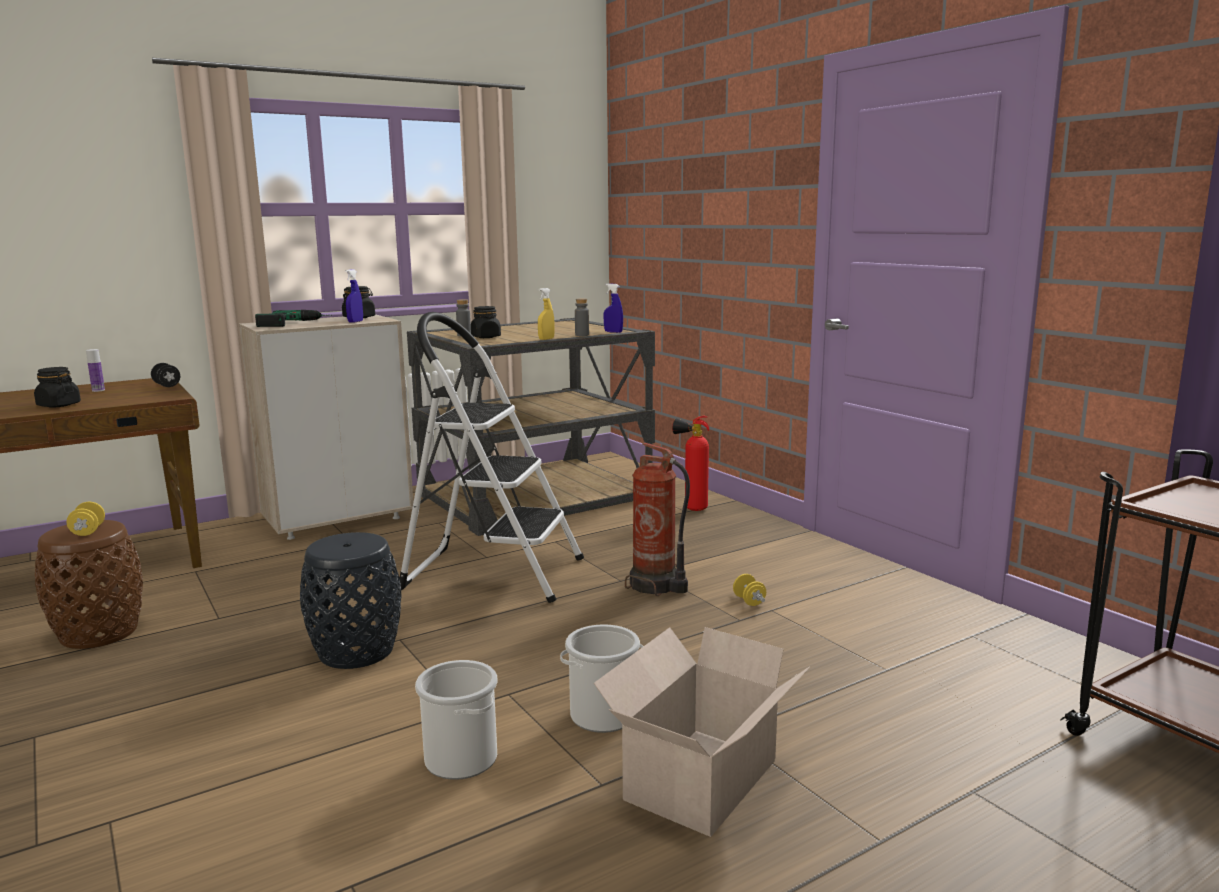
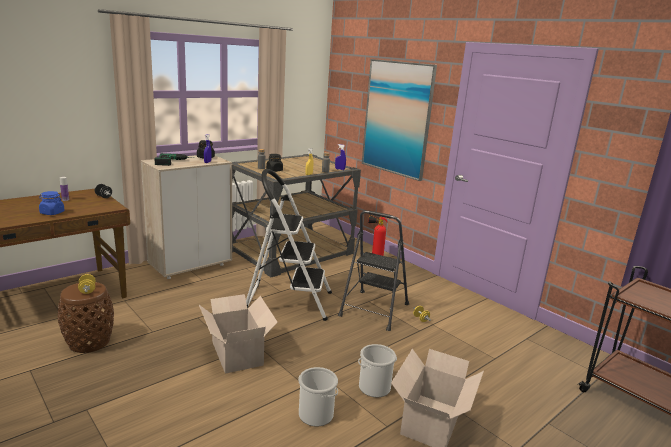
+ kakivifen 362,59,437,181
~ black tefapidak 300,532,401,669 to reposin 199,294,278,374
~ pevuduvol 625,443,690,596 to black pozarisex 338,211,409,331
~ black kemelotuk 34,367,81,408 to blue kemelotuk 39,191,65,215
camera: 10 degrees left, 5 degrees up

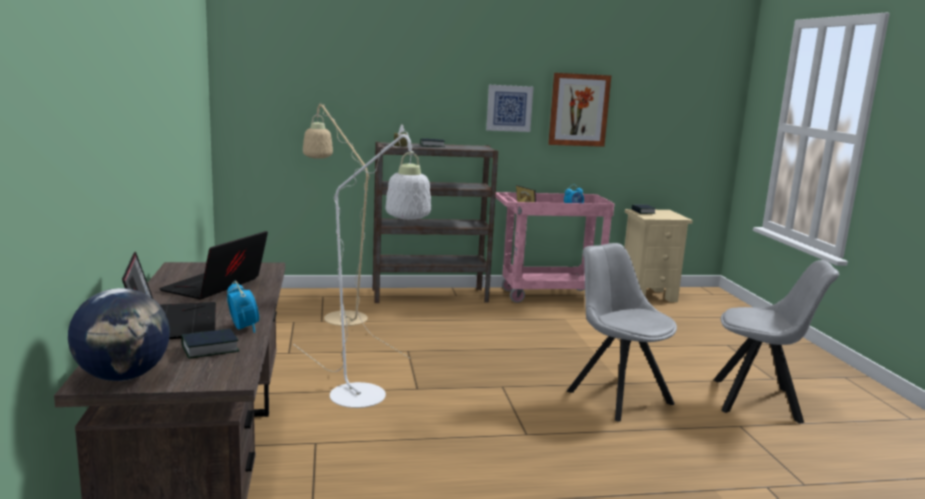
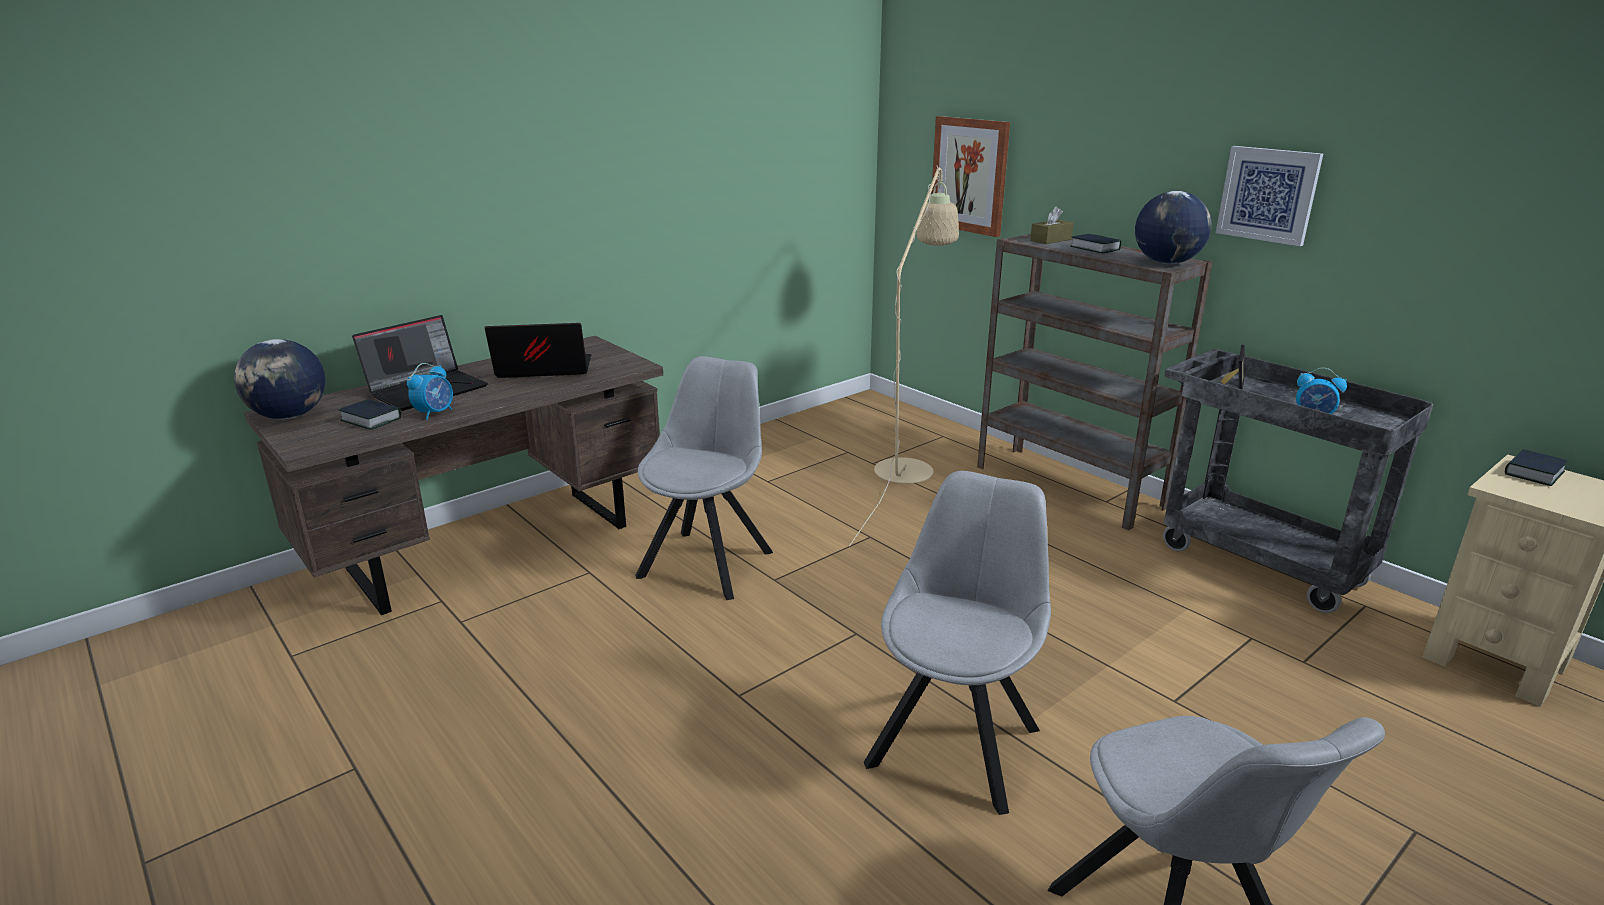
+ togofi 1135,191,1212,264
~ kakivifen 548,73,611,147 to 932,116,1010,237
~ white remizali 293,131,431,408 to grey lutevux 635,356,773,600
~ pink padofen 495,192,614,303 to grey padofen 1163,349,1433,613
camera: 60 degrees right, 10 degrees up

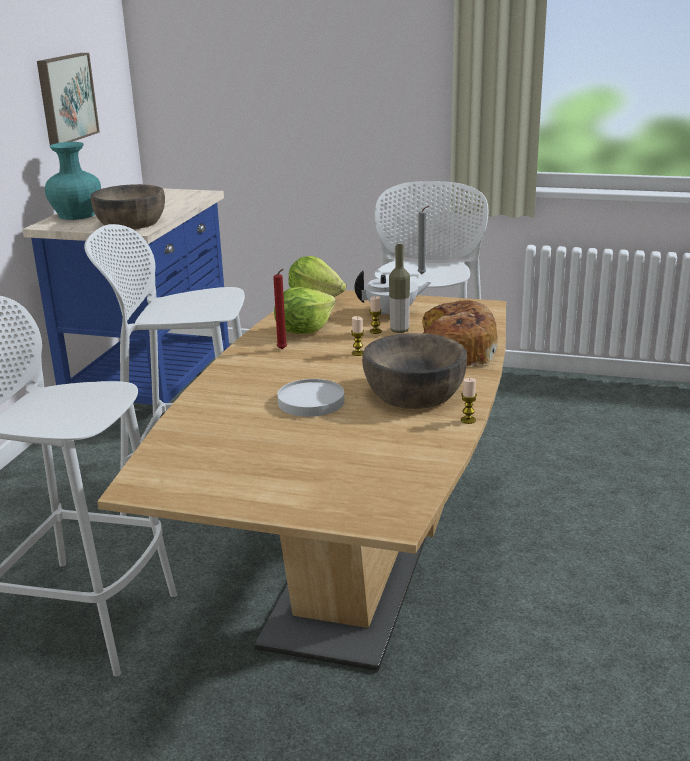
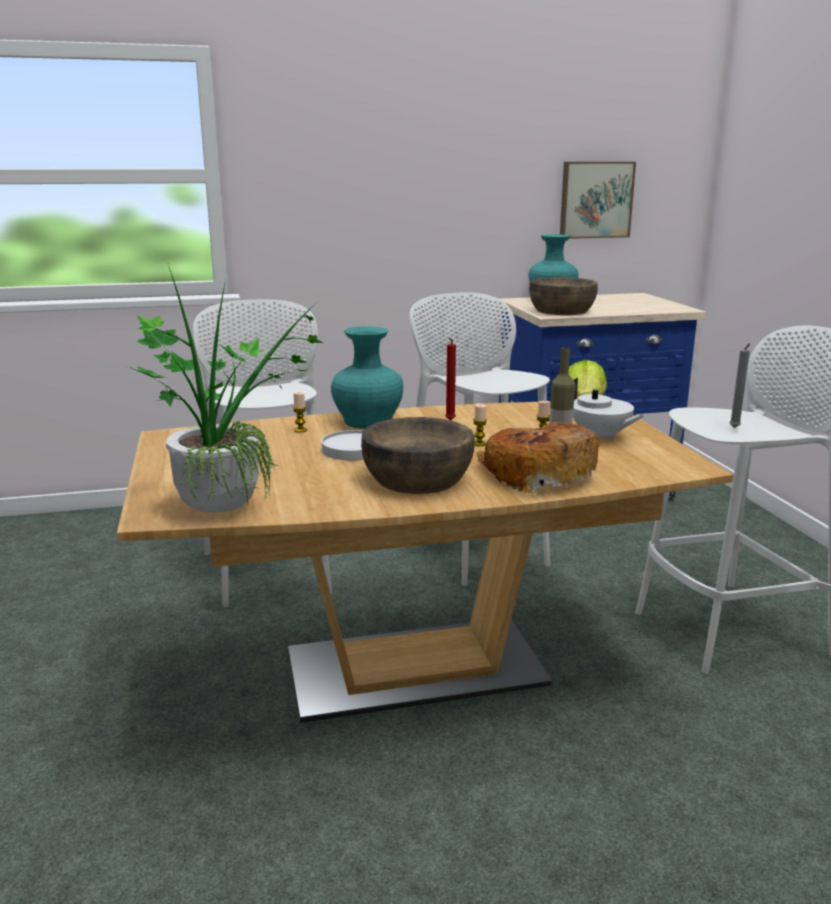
- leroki 274,287,336,334
+ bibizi 129,264,323,513
+ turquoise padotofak 331,326,403,429
~ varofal 461,378,477,424 to 293,392,307,433
camera: 60 degrees right, 5 degrees down

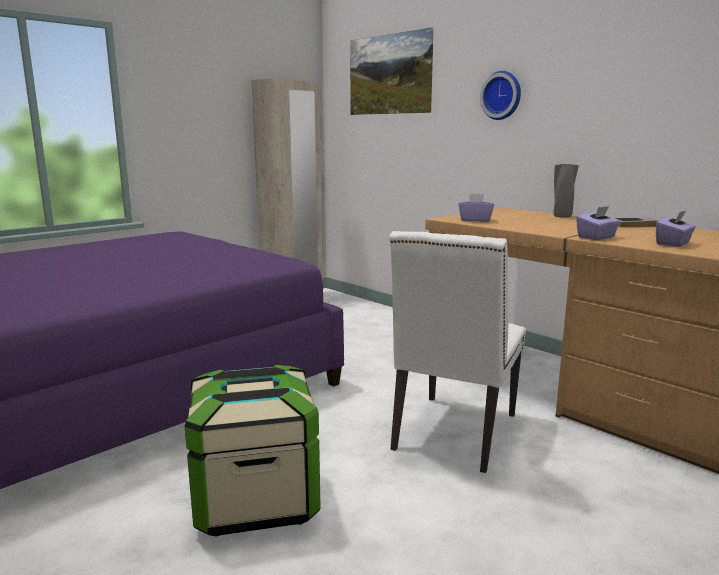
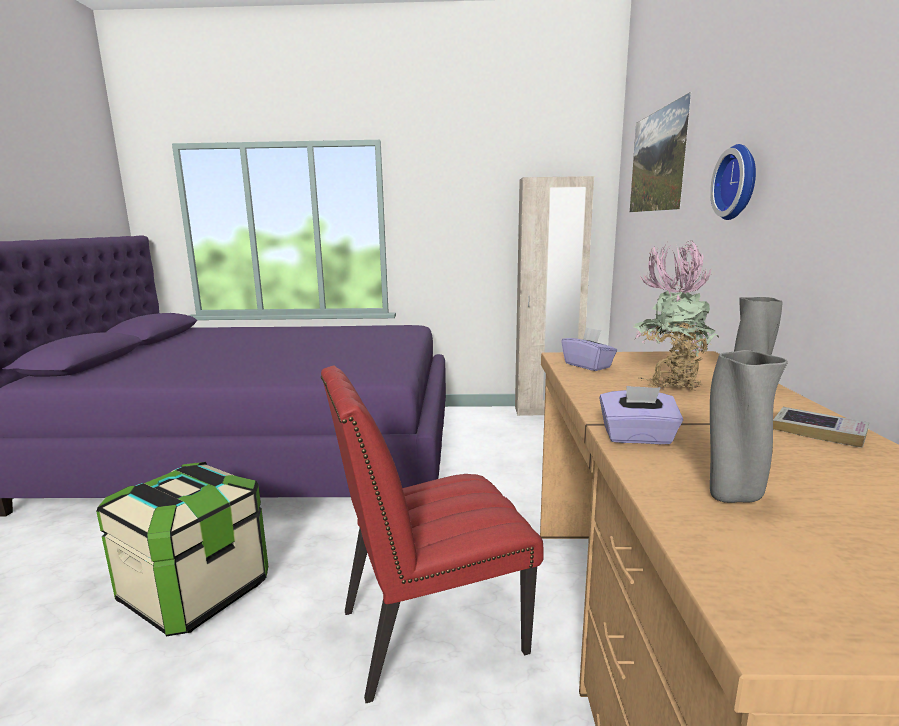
+ bibizi 633,240,719,390
~ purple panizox 656,211,696,247 to grey padotofak 710,350,788,503
~ white lutevux 389,231,526,473 to red lutevux 321,366,544,703
camera: 45 degrees right, 0 degrees up

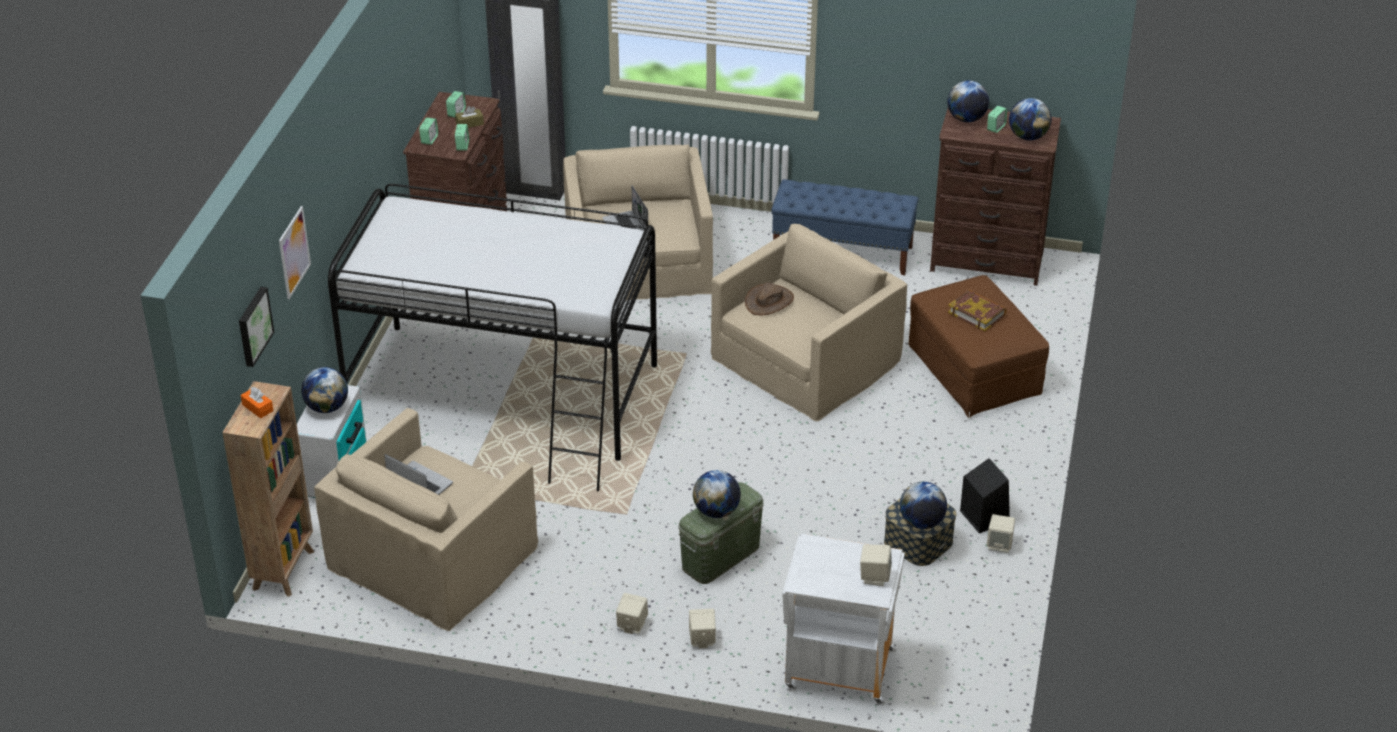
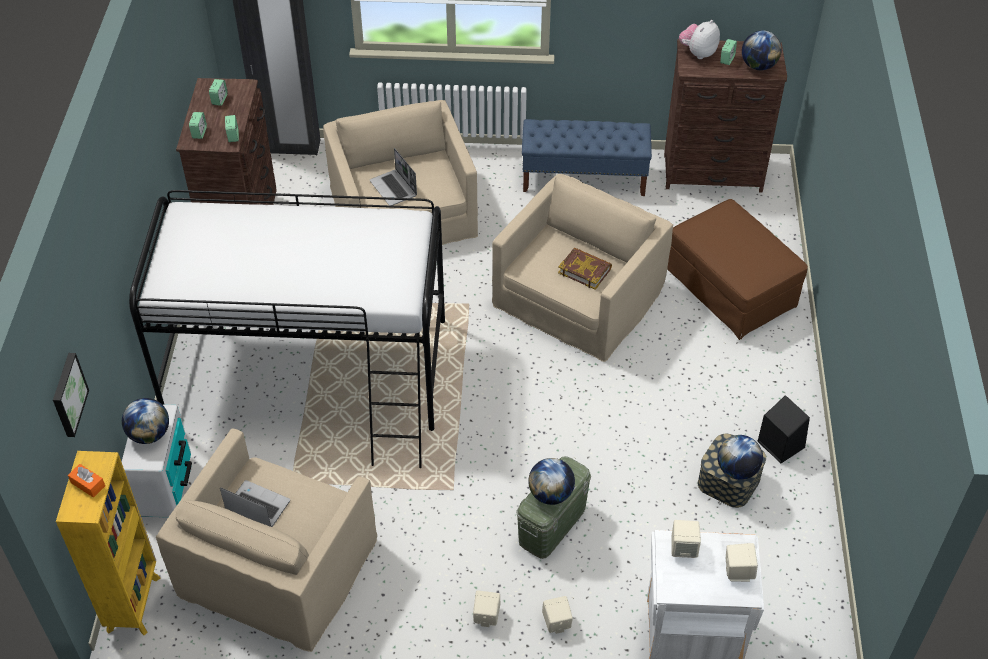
- kakivifen 279,206,311,299
- brown panizox 455,106,484,128
- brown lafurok 745,283,794,315
~ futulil 948,290,1007,331 to 558,247,612,290
~ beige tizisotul 987,514,1015,553 to 671,520,701,558
~ togofi 947,80,989,122 to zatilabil 679,20,720,59
~ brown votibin 222,381,314,597 to yellow votibin 56,451,161,635
camera: 10 degrees left, 10 degrees up

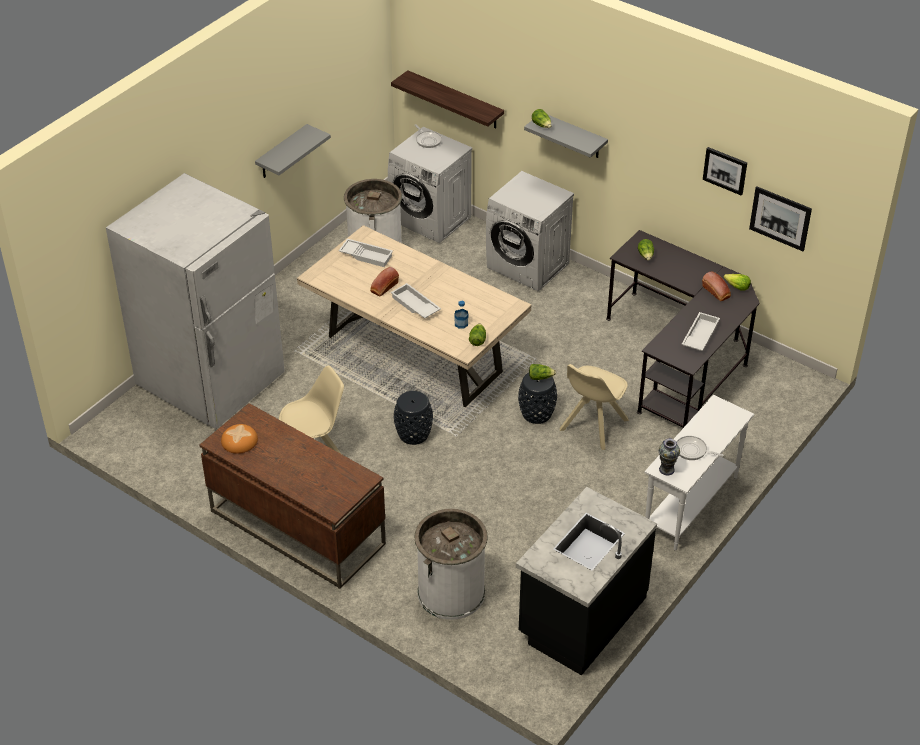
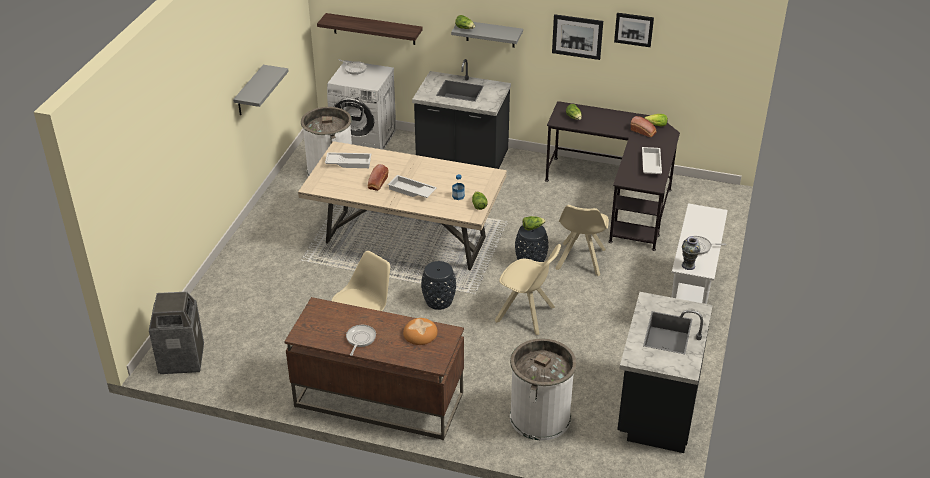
- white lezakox 106,173,285,429
+ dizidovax 149,291,204,374
+ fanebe 346,325,376,356
+ beige lutevux 494,244,561,335
~ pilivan 221,424,258,454 to 403,318,438,345
~ kakivifen 749,186,812,251 to 552,14,603,60
~ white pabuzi 486,171,574,291 to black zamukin 412,59,511,169
camera: 20 degrees left, 5 degrees down

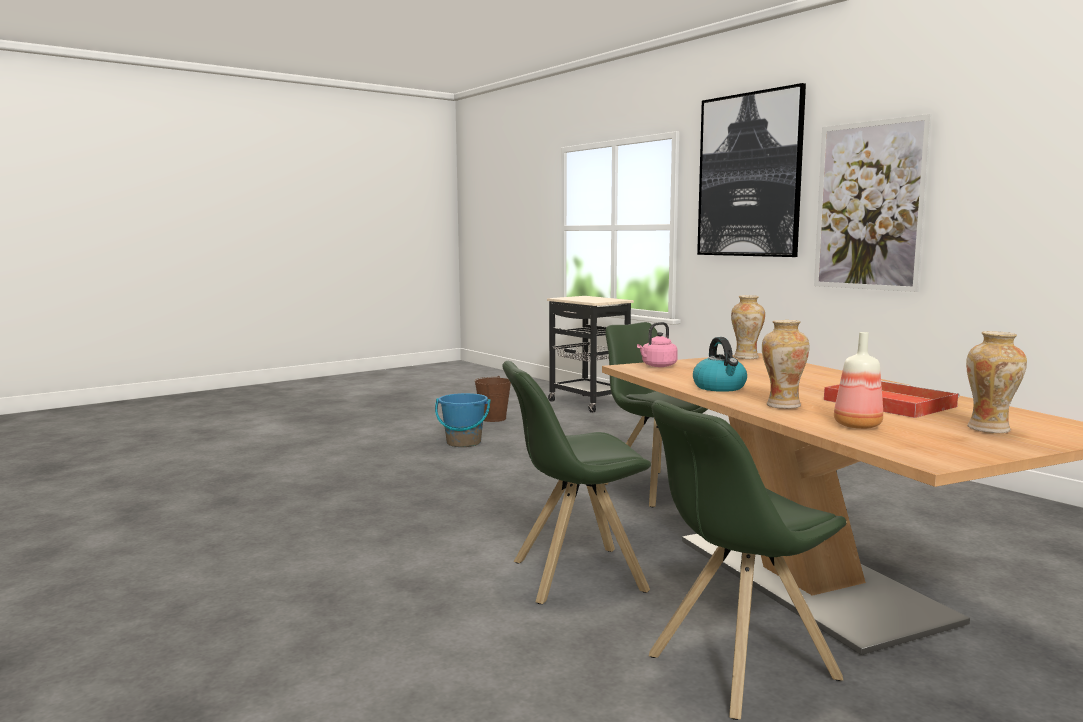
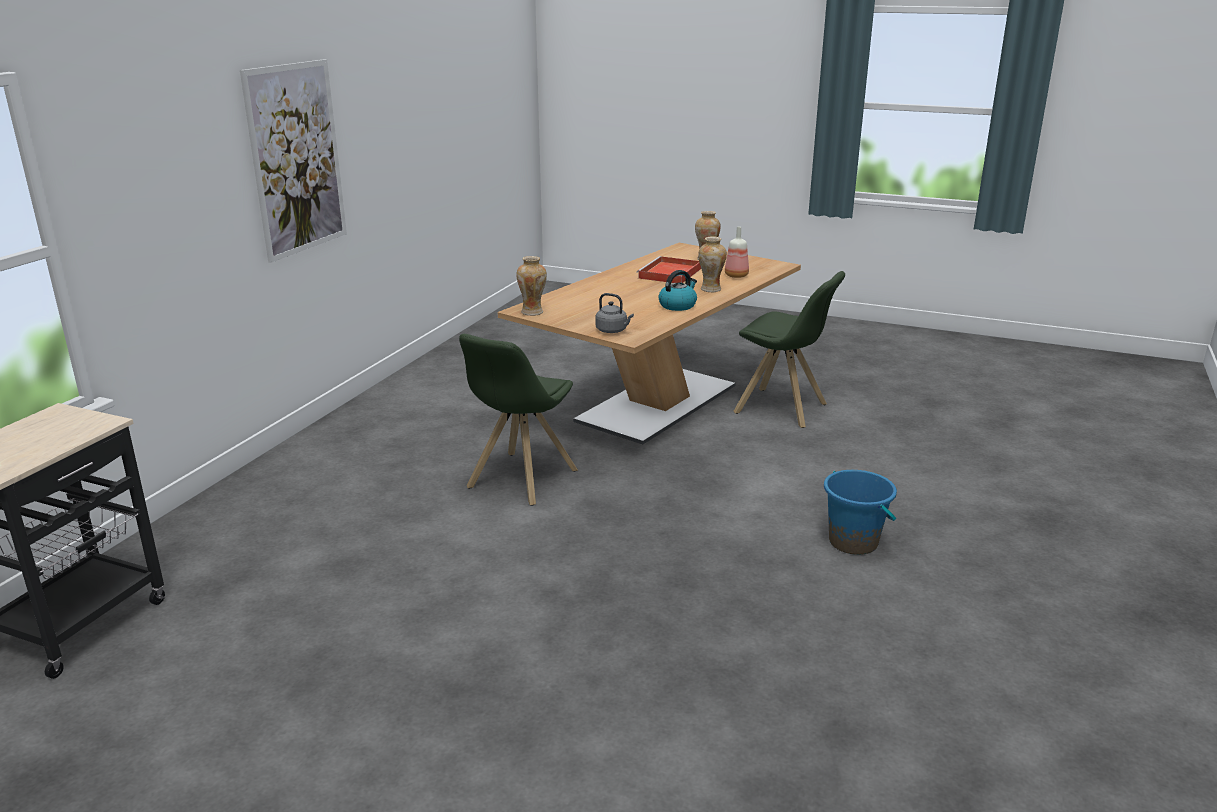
- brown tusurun 474,376,511,422
- green lutevux 502,361,651,604
- kakivifen 697,83,806,257
~ blue tusurun 435,393,491,447 to 824,470,897,555
~ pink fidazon 637,322,678,367 to grey fidazon 595,293,634,333
camera: 120 degrees left, 15 degrees up

